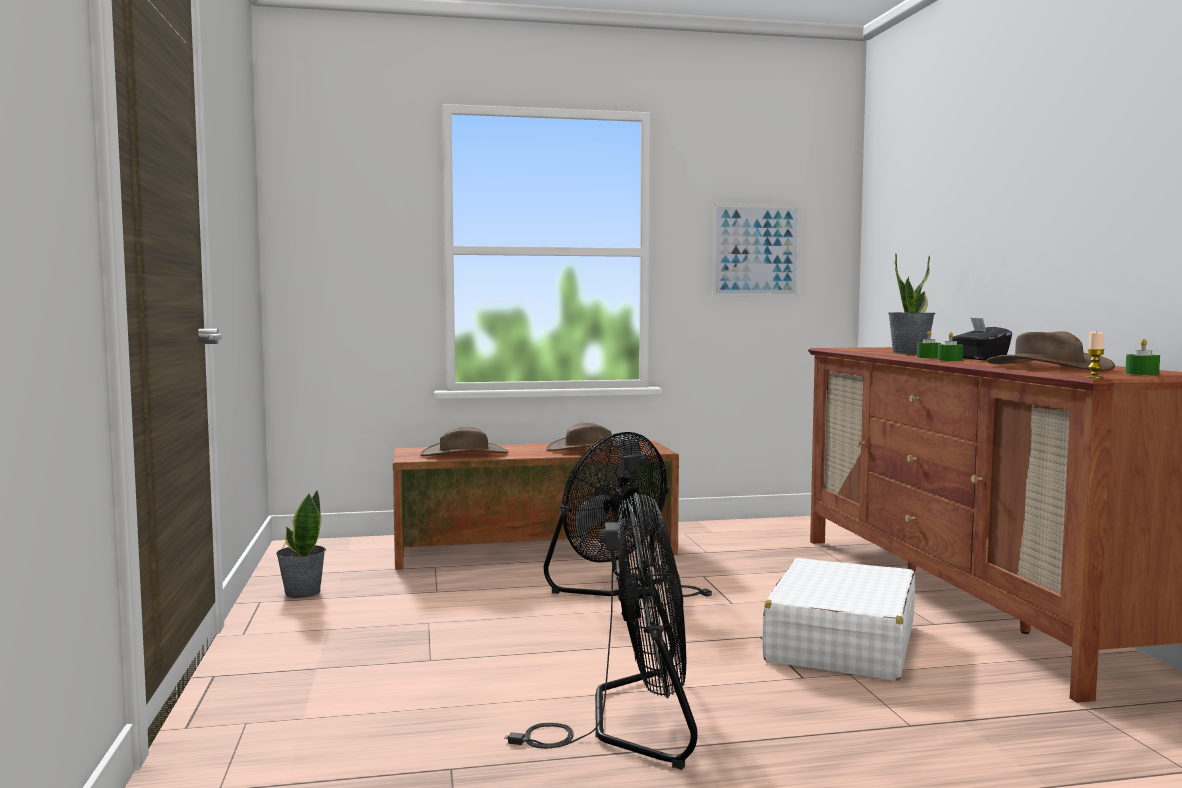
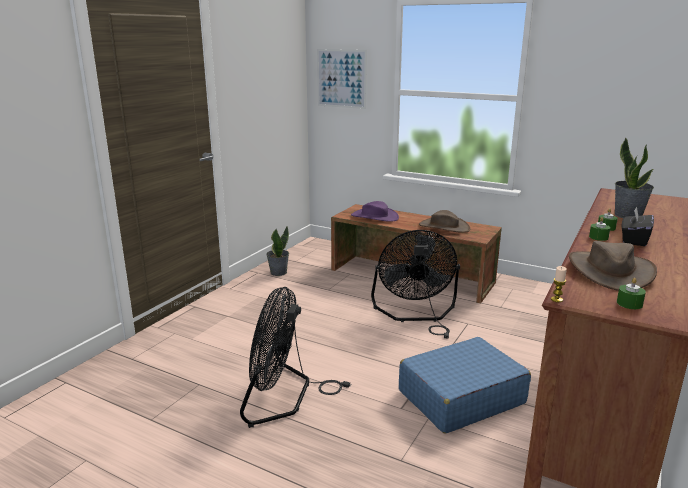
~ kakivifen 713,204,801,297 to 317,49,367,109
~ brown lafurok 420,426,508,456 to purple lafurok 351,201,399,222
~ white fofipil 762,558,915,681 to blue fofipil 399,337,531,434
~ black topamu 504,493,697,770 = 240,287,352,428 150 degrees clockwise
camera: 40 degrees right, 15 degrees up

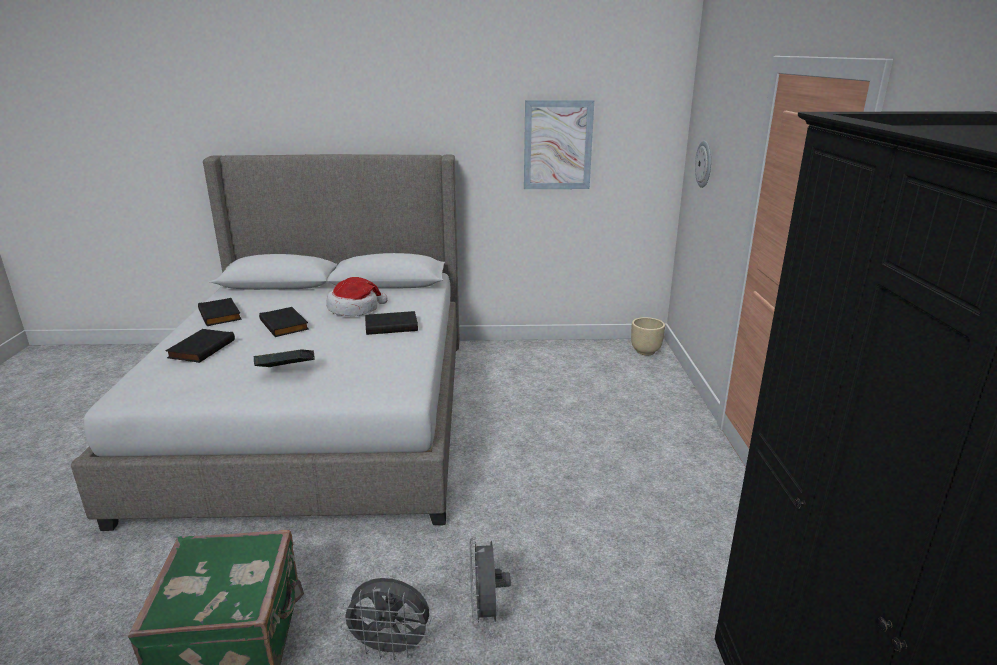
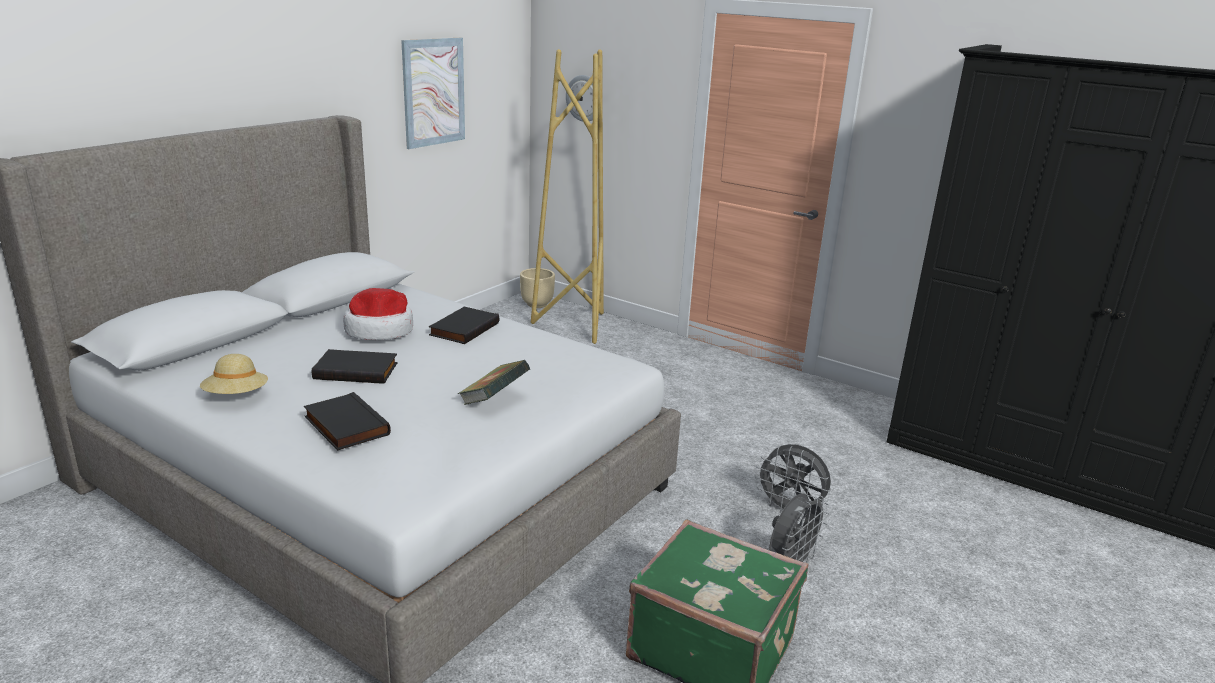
+ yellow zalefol 531,49,604,344
~ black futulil 198,298,242,326 to beige lafurok 200,354,268,394
camera: 55 degrees left, 0 degrees up

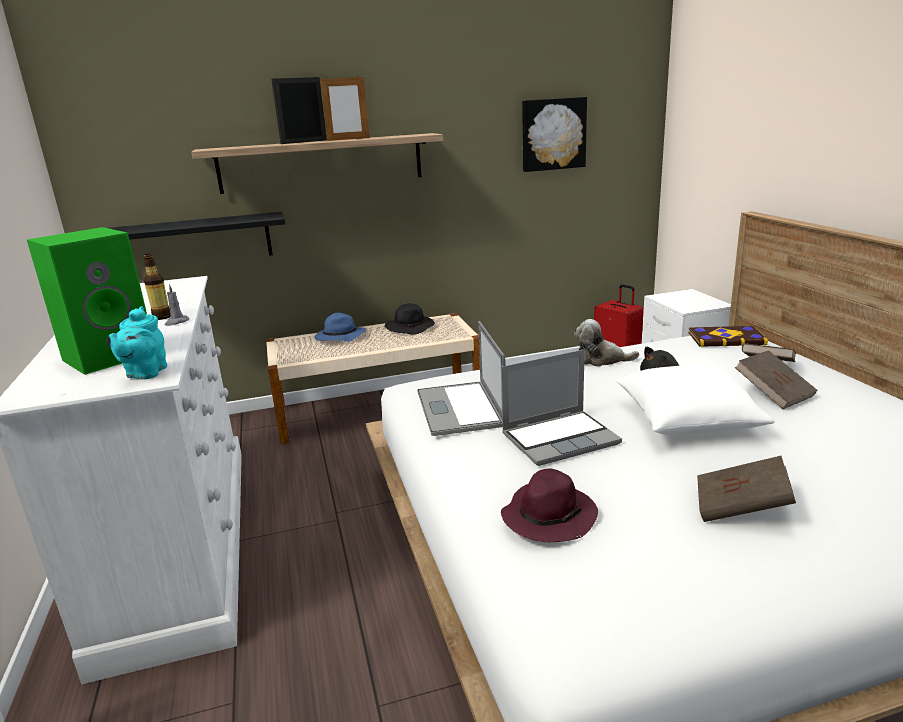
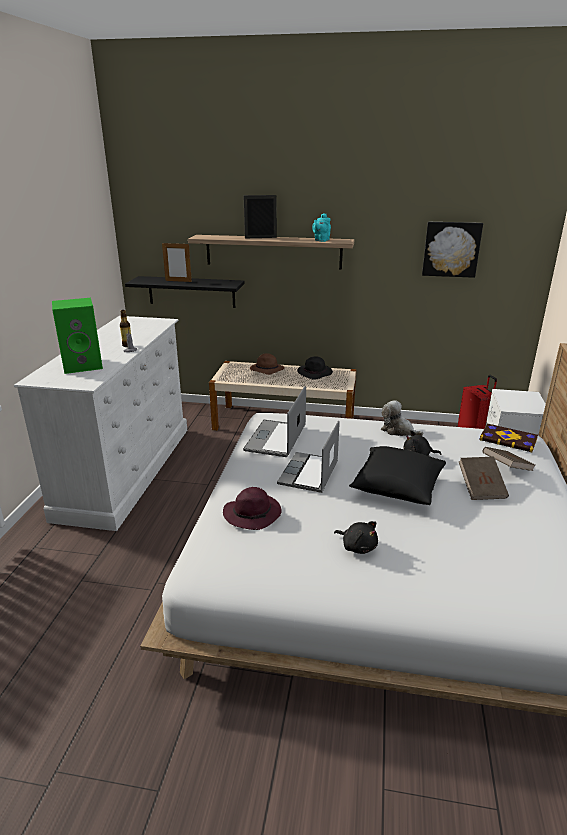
~ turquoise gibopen 109,306,167,380 to 312,213,331,242
~ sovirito 320,75,370,141 to 162,243,192,282
~ brown futulil 697,456,796,522 to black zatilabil 334,521,378,554
~ blue lafurok 314,313,366,342 to brown lafurok 250,353,285,375
~ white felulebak 616,365,775,435 to black felulebak 349,446,446,505
~ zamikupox 501,349,622,466 = 277,420,340,493 105 degrees clockwise
camera: 25 degrees right, 5 degrees up

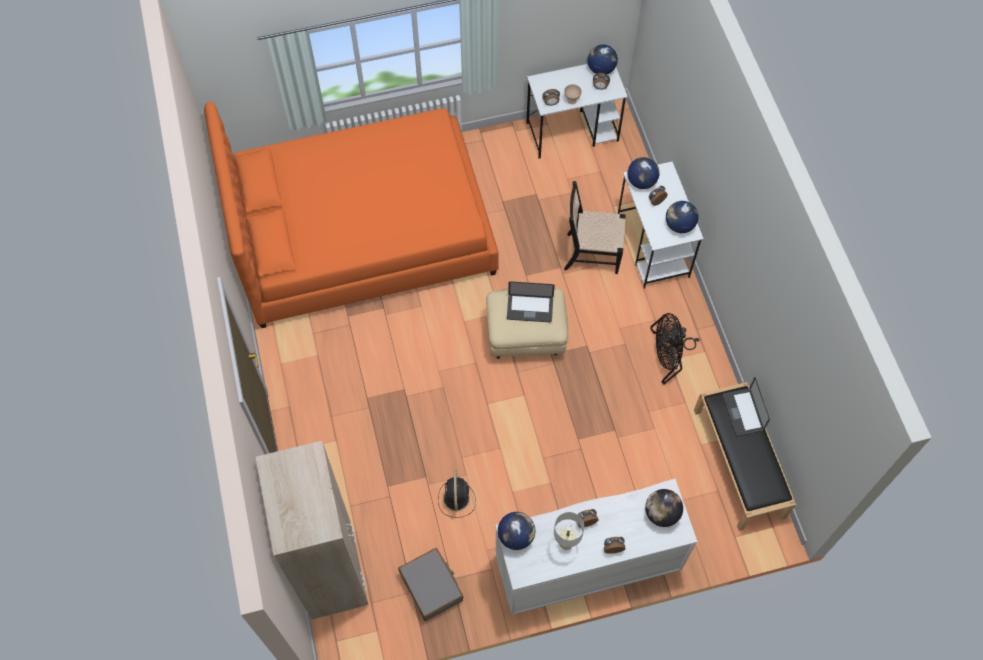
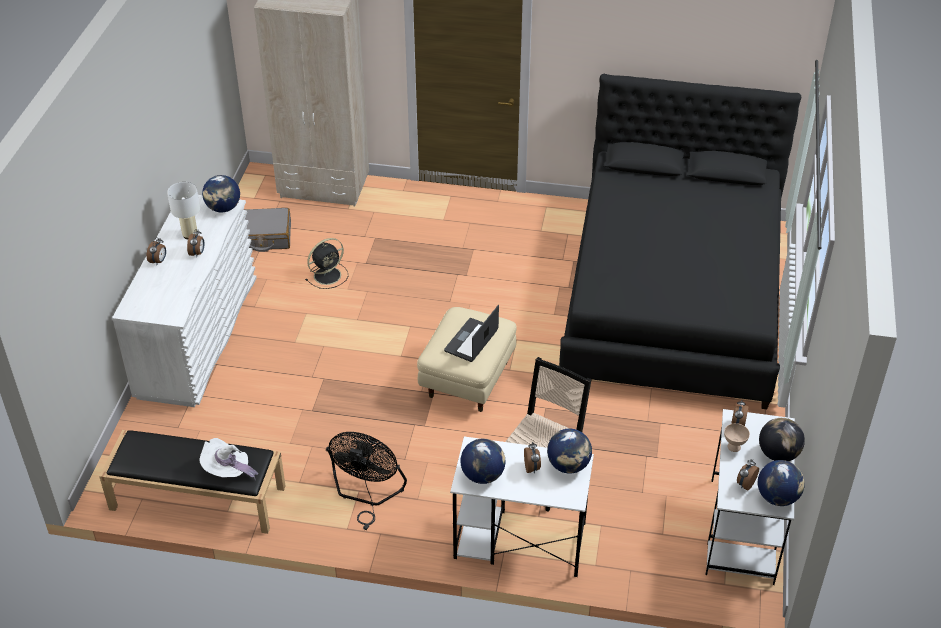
~ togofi 645,489,683,527 to 759,418,805,461
~ zamikupox 723,377,770,436 to white lafurok 200,438,258,480
~ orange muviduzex 204,102,499,328 to black muviduzex 559,74,801,409
~ black topamu 438,470,476,518 = 305,238,348,289 120 degrees clockwise
camera: 115 degrees right, 20 degrees down

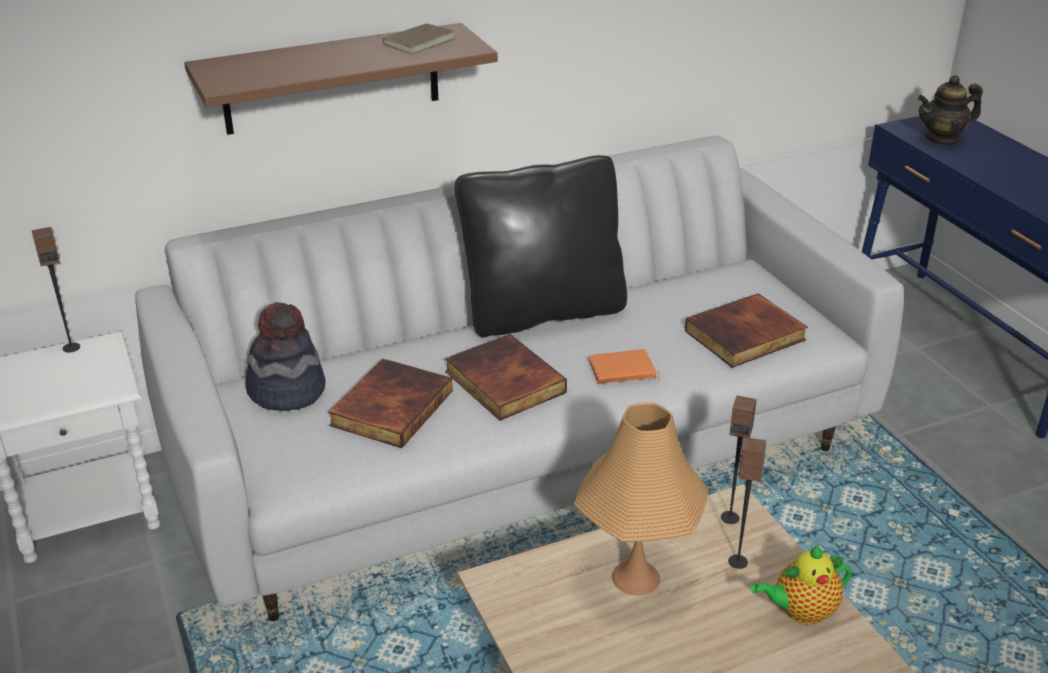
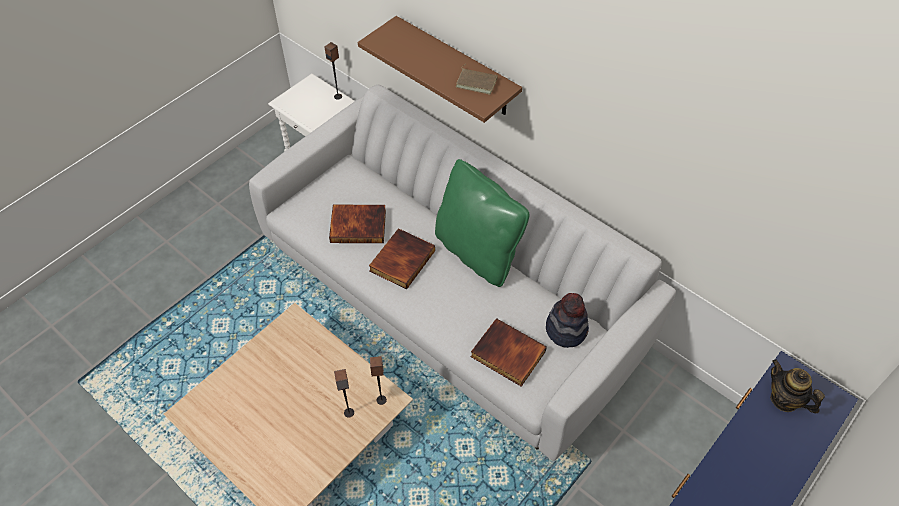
- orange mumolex 574,402,709,595
- orange futulil 589,349,660,384
- gibopen 750,545,852,625
~ lafurok 245,302,326,411 to 546,293,589,348
~ black felulebak 455,155,627,338 to green felulebak 435,159,530,287
camera: 65 degrees right, 20 degrees up

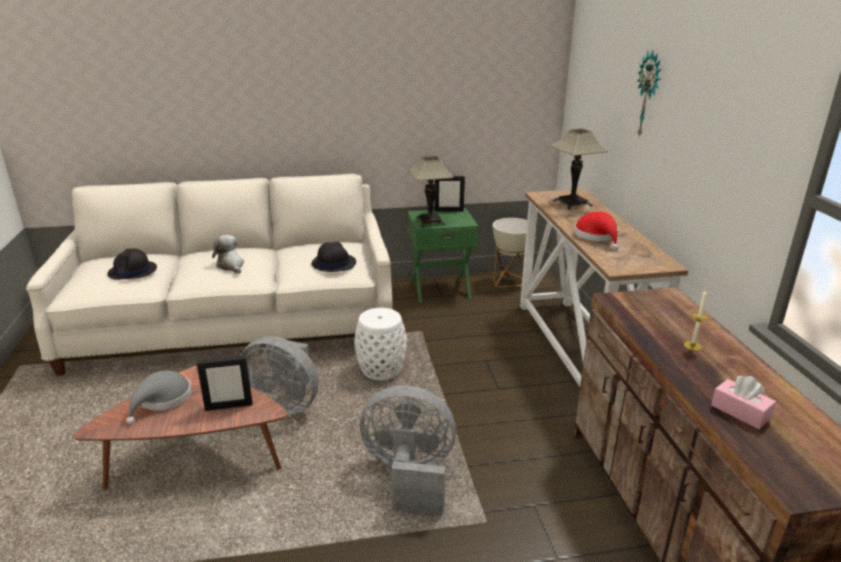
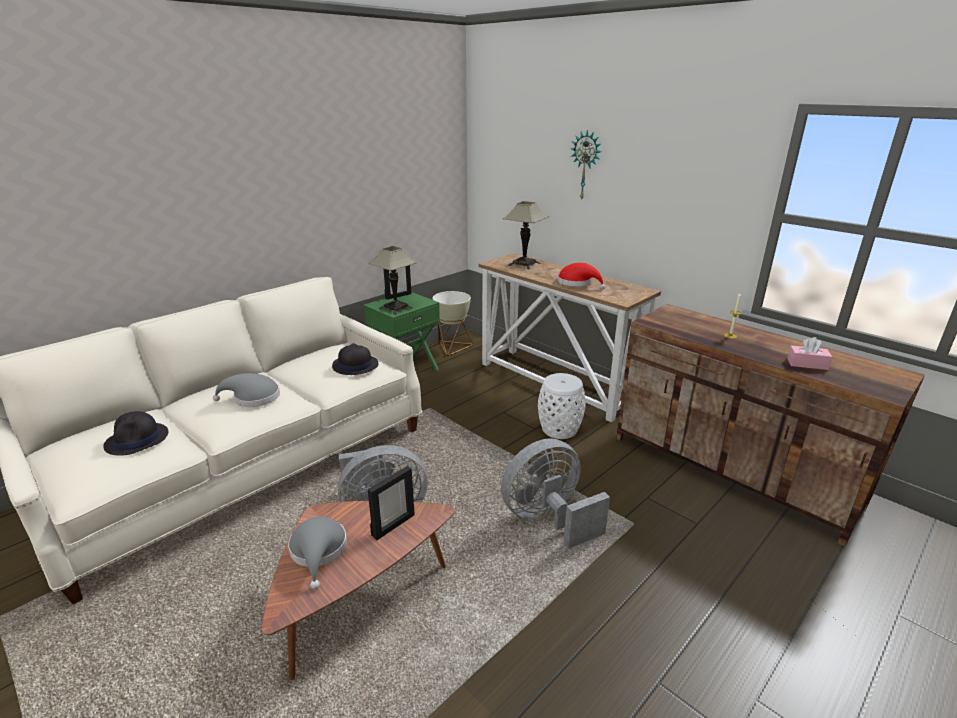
~ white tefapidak 354,308,407,380 to 538,373,586,439
~ zatilabil 212,235,244,274 to grey lafurok 213,373,280,407
camera: 35 degrees left, 0 degrees up

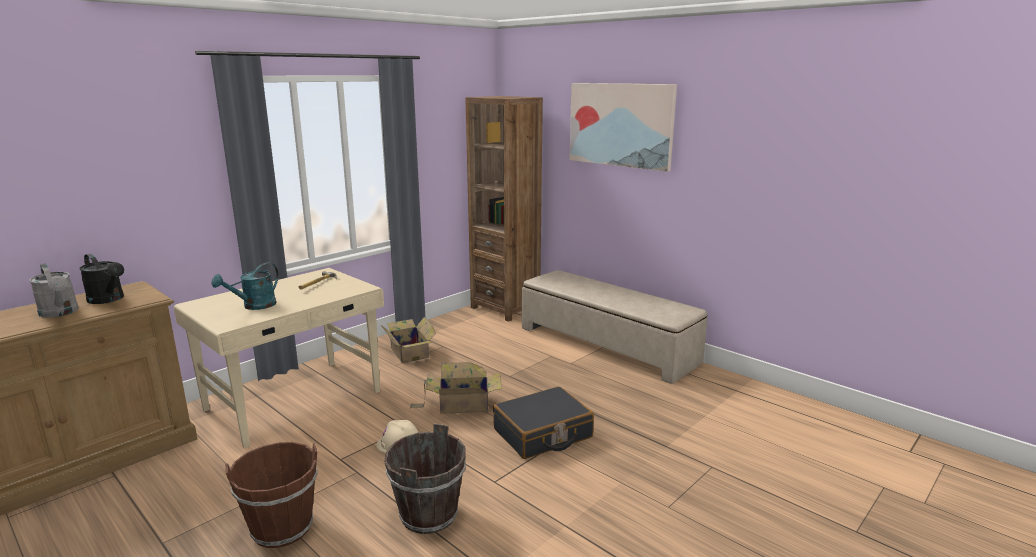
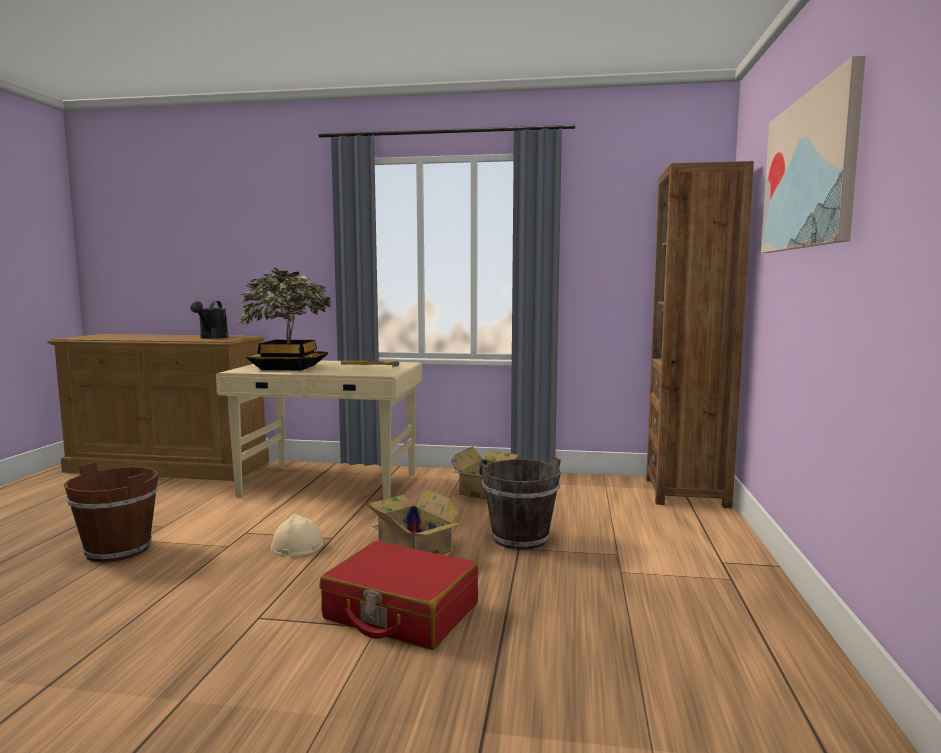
- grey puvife 29,263,79,318
- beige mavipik 522,270,707,384
~ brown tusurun 384,424,466,534 to 481,456,561,550
~ turquoise puvife 212,262,279,310 to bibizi 237,267,331,370
~ black fofipil 493,386,594,459 to red fofipil 319,541,479,650
camera: 55 degrees right, 10 degrees down

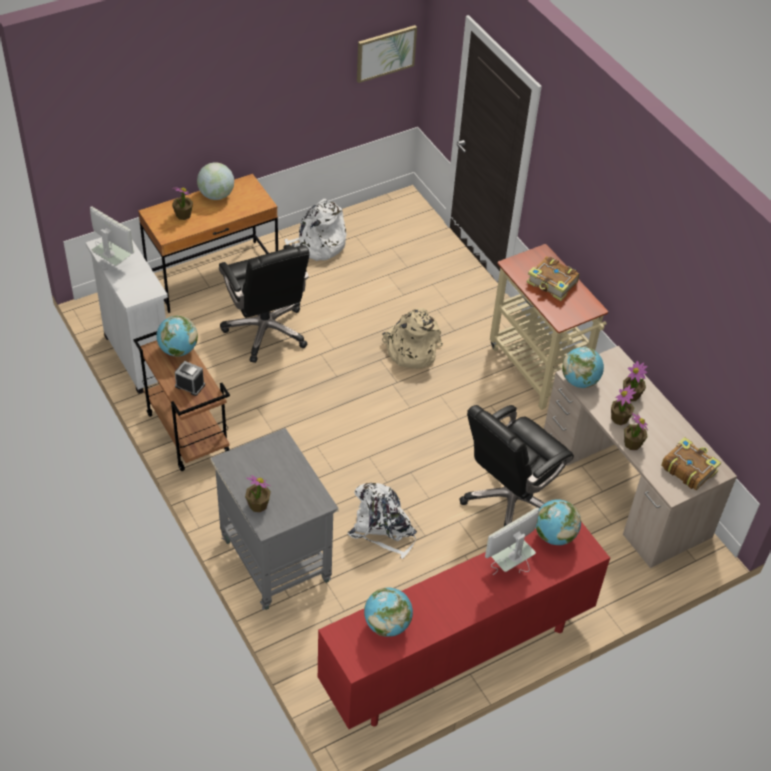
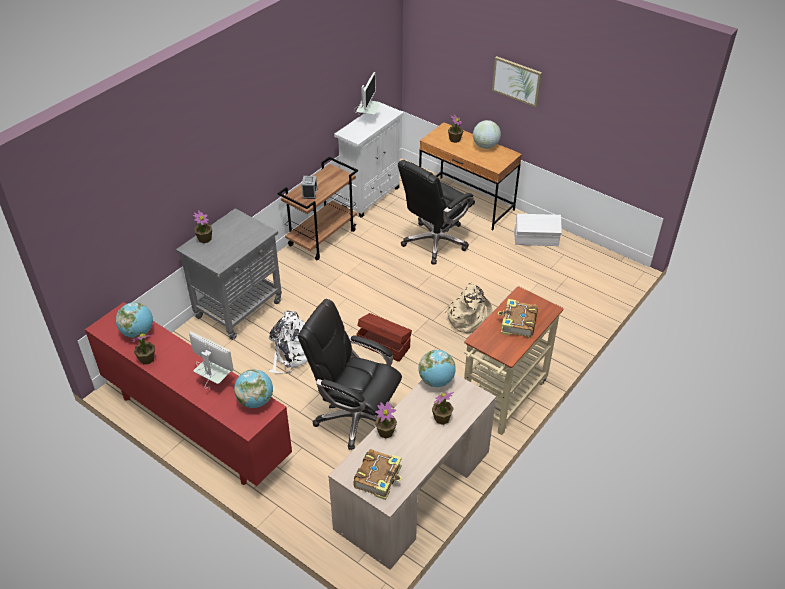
- togofi 156,316,198,357
+ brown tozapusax 356,313,412,362
~ kakivifen 357,25,417,83 to 492,56,542,107
~ bibizi 611,385,636,425 to 132,334,155,364
~ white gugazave 284,199,347,261 to white tozapusax 514,214,562,246
camera: 70 degrees right, 5 degrees down

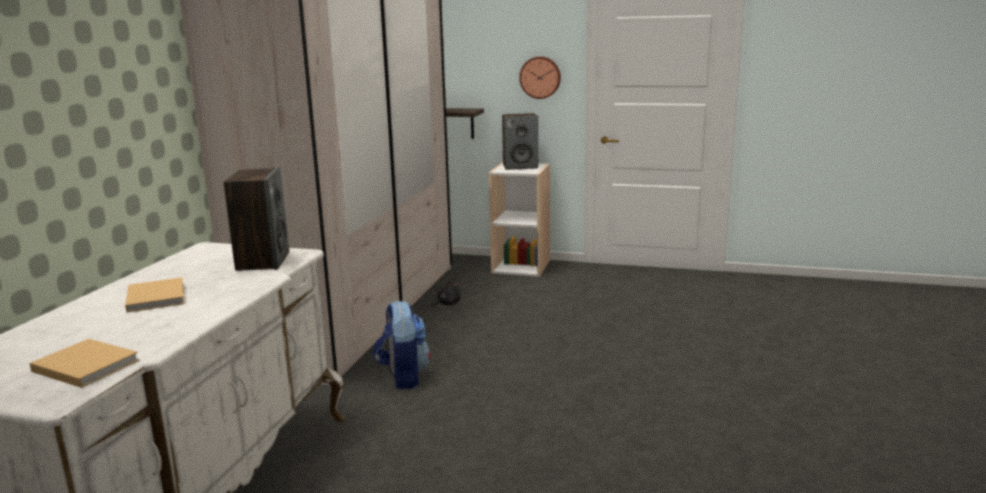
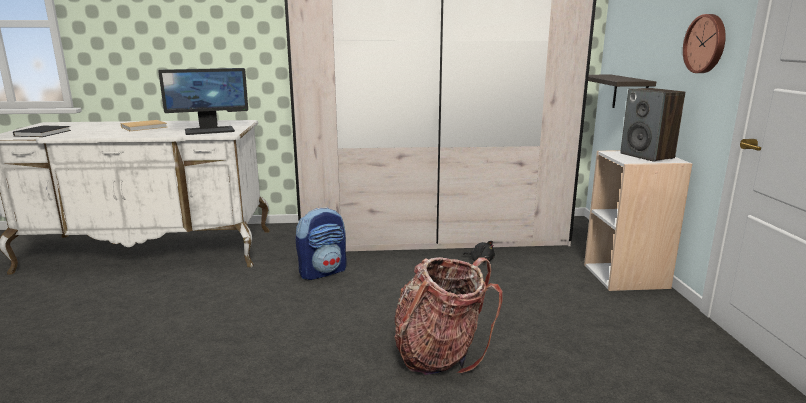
+ gugazave 394,257,503,375
~ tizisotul 223,167,289,271 to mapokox 158,68,248,135
~ beige futulil 29,339,139,388 to black futulil 13,125,71,137
camera: 70 degrees right, 0 degrees up

